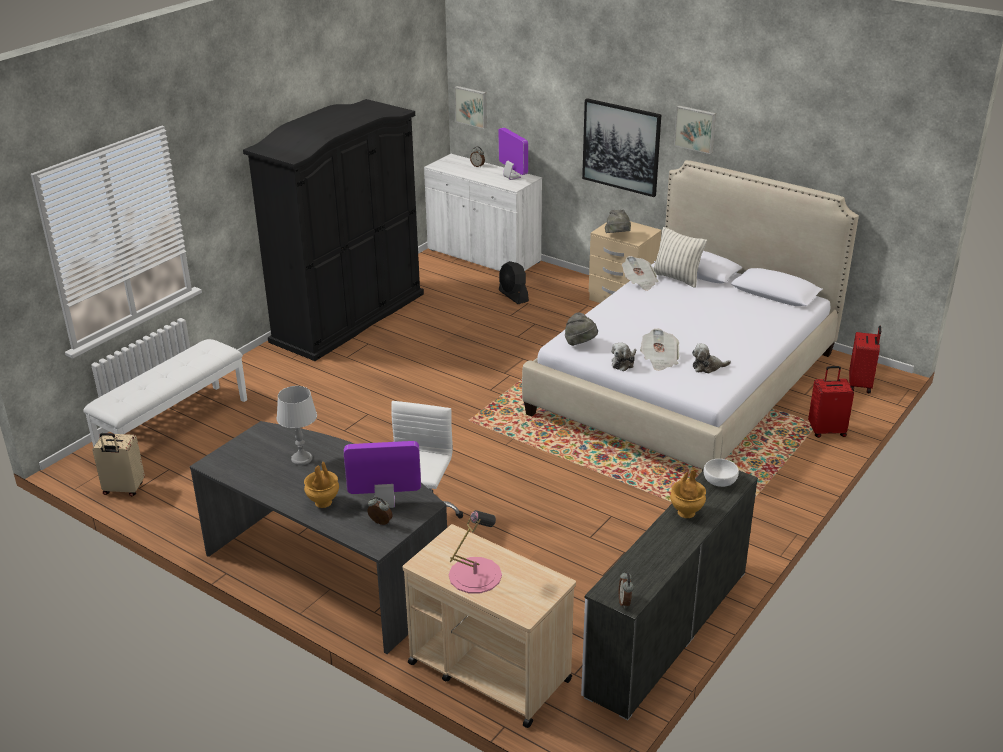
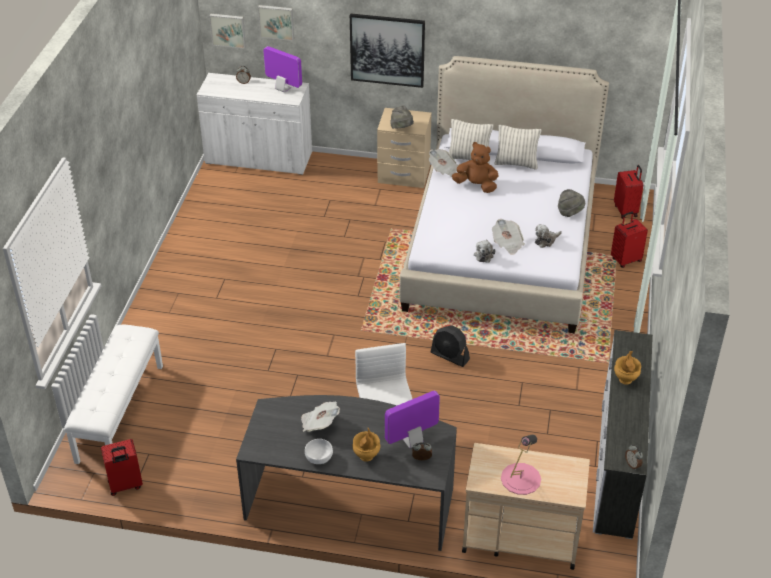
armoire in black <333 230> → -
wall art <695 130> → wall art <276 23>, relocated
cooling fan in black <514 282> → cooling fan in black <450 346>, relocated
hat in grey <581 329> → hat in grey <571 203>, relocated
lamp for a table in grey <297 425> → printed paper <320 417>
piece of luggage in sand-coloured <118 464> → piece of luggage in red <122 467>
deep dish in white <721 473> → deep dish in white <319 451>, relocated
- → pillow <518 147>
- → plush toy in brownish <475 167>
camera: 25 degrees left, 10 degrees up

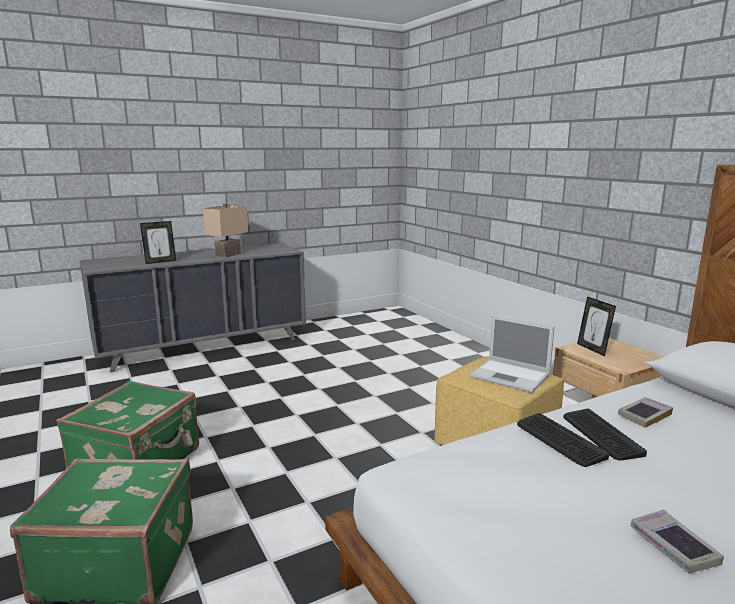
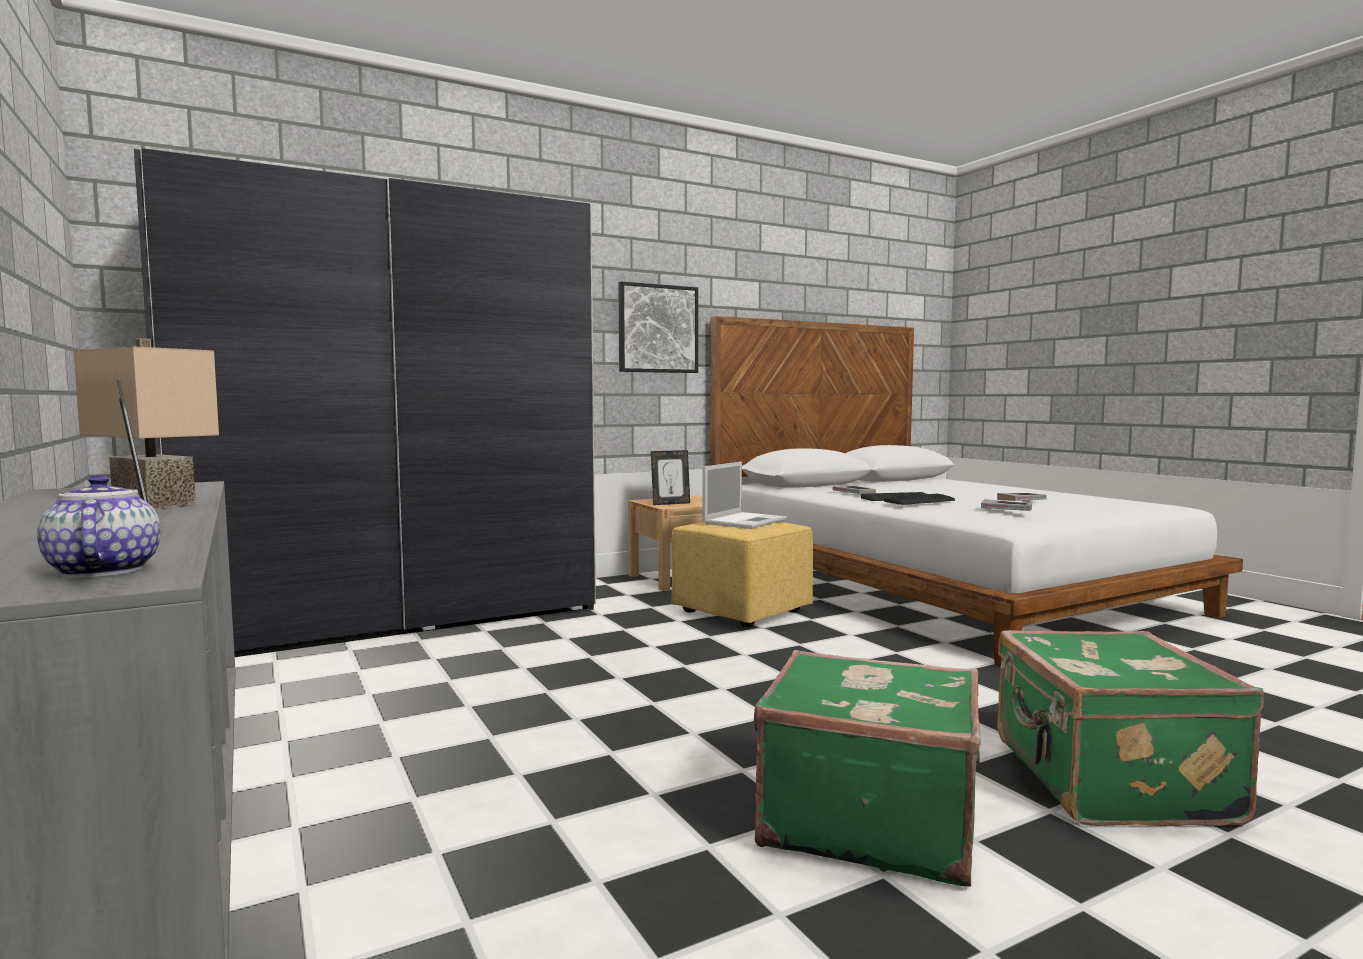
- → armoire in grey <365 402>
- → wall art <658 327>
- → tea pot <98 526>
- → bound book <1006 505>
camera: 90 degrees left, 10 degrees down

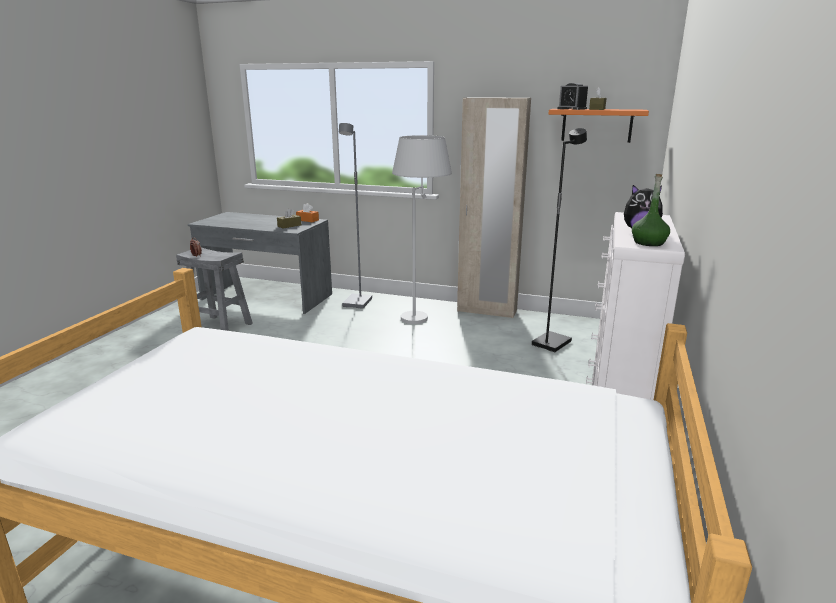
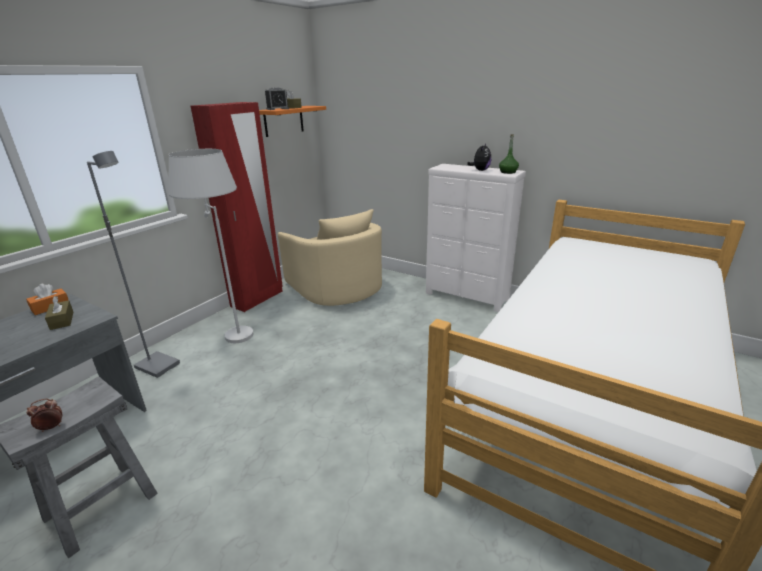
armoire in sand-coloured <494 207> → armoire in red <237 207>
floor lamp in black <559 240> → easy chair in sand-coloured <330 257>
camera: 75 degrees left, 5 degrees up

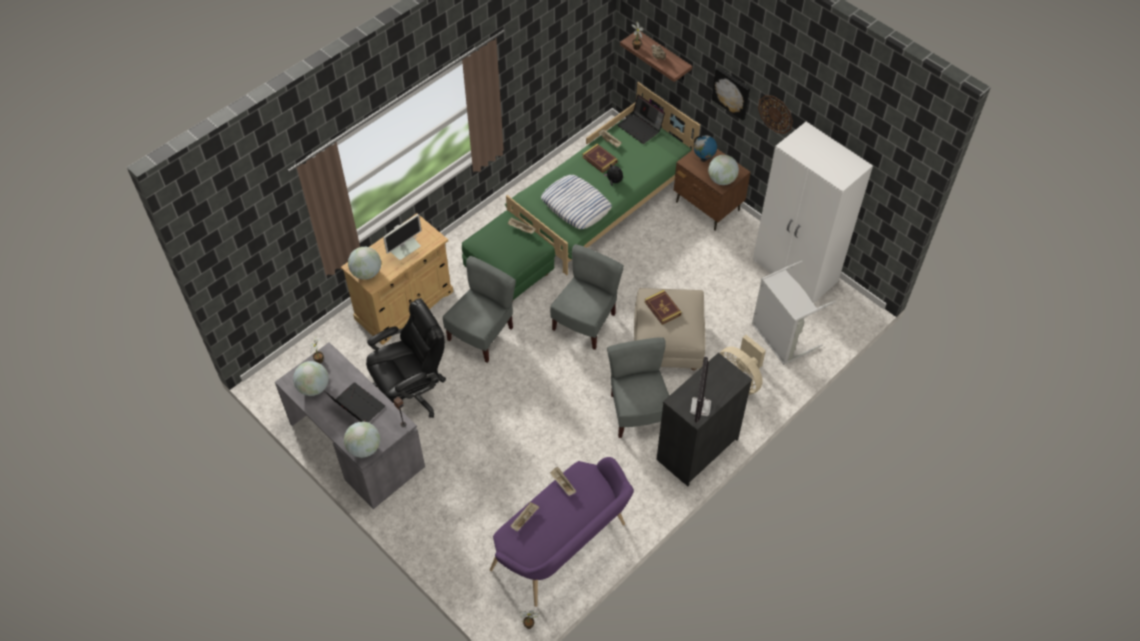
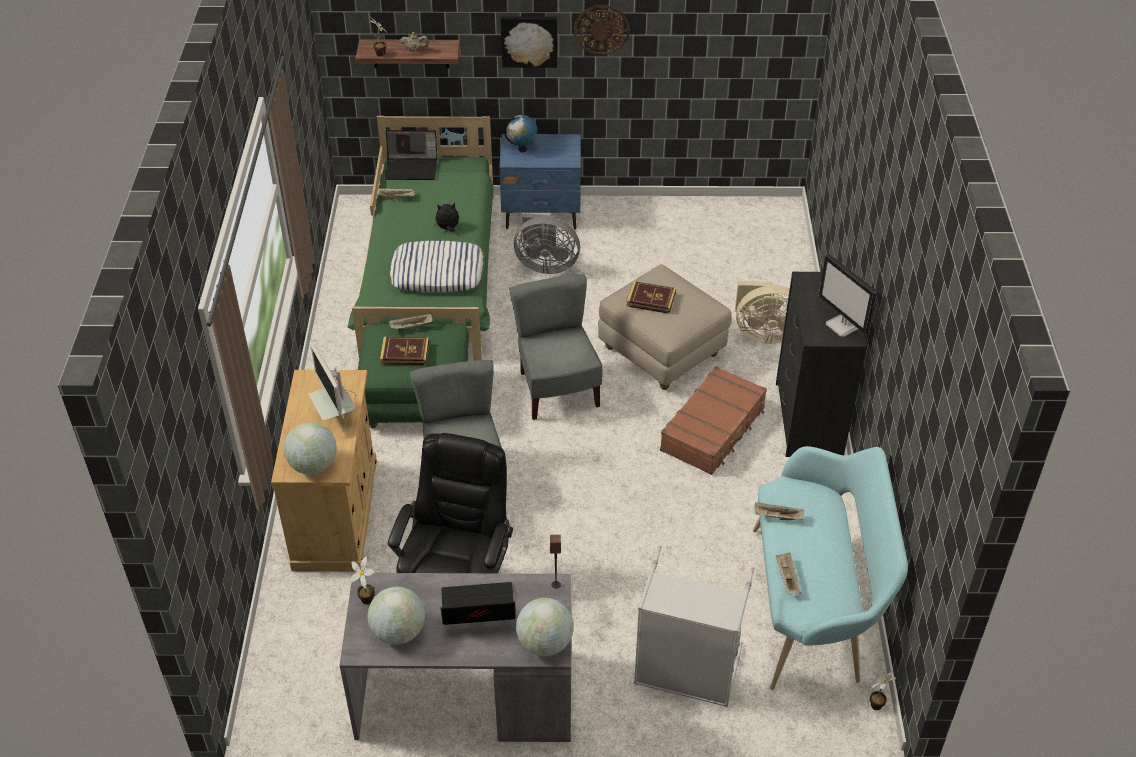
armoire in white <813 213> → -
bound book <600 158> → bound book <404 351>, relocated
bedside table in brownish <712 190> → bedside table in bluish <540 181>
globe <723 170> → -
monitor <402 237> → monitor <332 388>, 150 degrees clockwise
hamper in grey <794 313> → hamper in grey <694 626>, relocated
chair in grey <638 387> → piece of luggage in brownish <713 420>
bench in purplish <562 532> → bench in turquoise-coloured <830 568>
- → cooling fan in grey <547 243>
camera: 45 degrees left, 10 degrees down

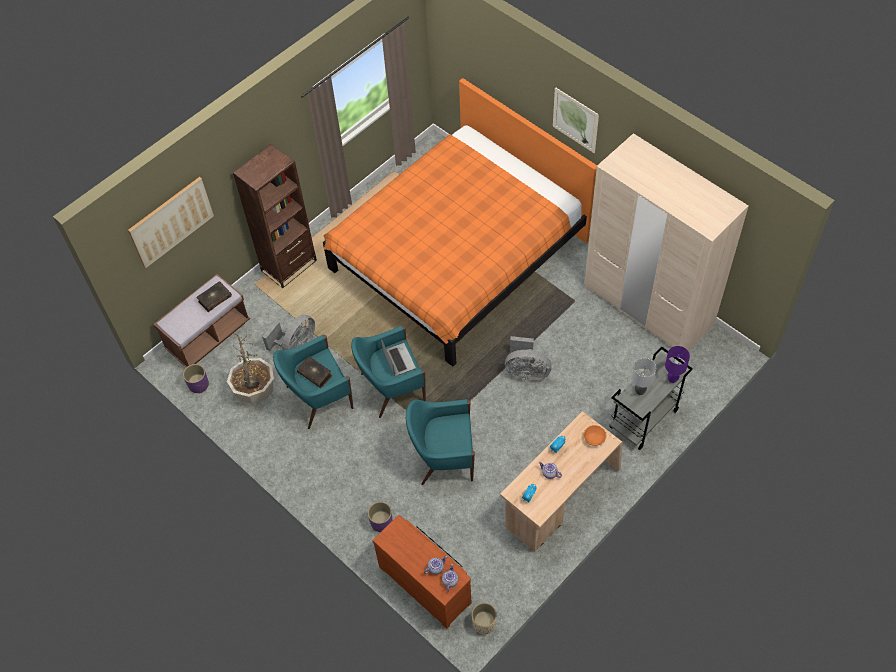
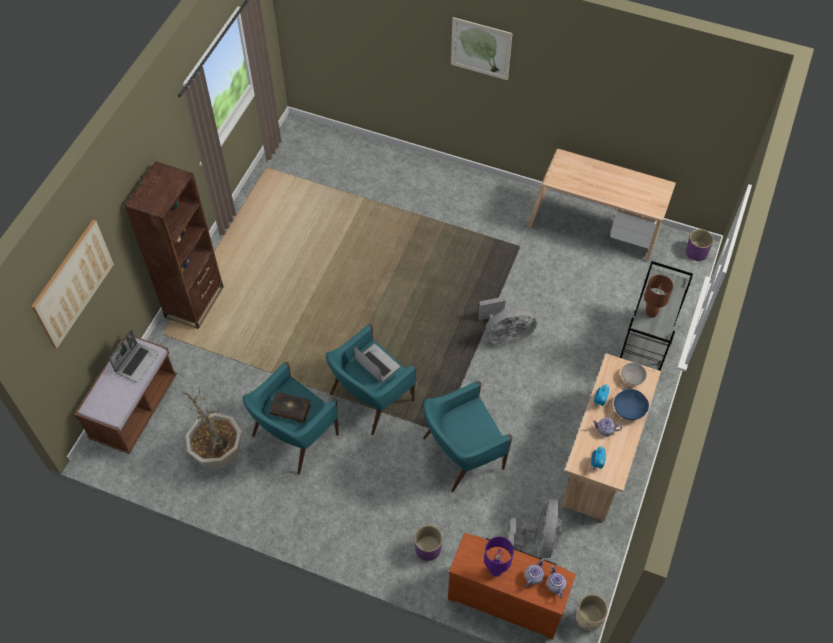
sleeping bed in orange-coloured <460 222> → -
armoire in sand-coloured <666 242> → desk table in sand-coloured <601 205>
bound book <214 296> → portable computer <134 355>
cooling fan in grey <288 333> → cooling fan in grey <535 528>, relocated
lamp for a table in purplish <677 364> → lamp for a table in purplish <499 557>, relocated
lamp for a table in grey <644 376> → lamp for a table in brownish <658 296>
flower pot in purplish <196 378> → flower pot in purplish <700 245>, relocated
deep dish in orange-coloured <595 435> → deep dish in grey <634 374>
- → deep dish in bluish <631 404>
camera: 25 degrees left, 0 degrees up

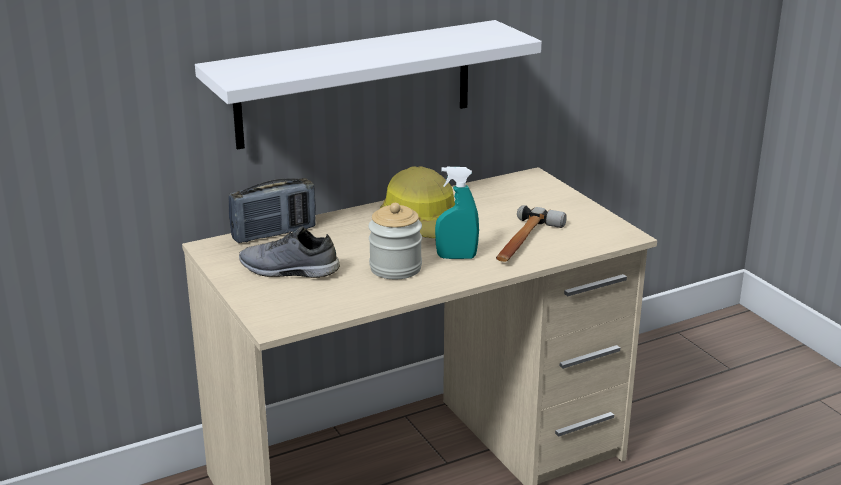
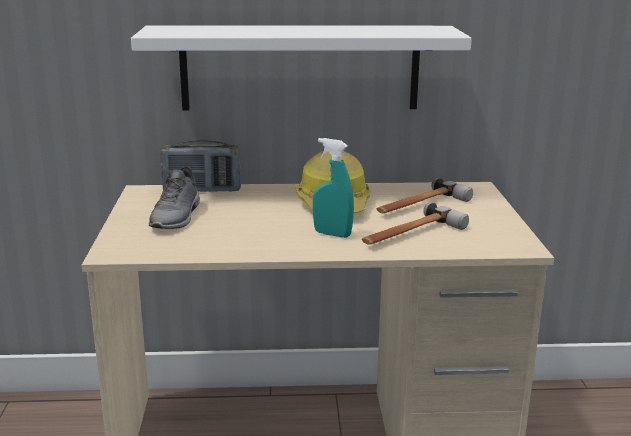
preserve jar <395 241> → -
item of footwear in grey <289 252> → item of footwear in grey <174 198>, 120 degrees counterclockwise
- → tool hammer <425 195>
camera: 25 degrees right, 5 degrees down

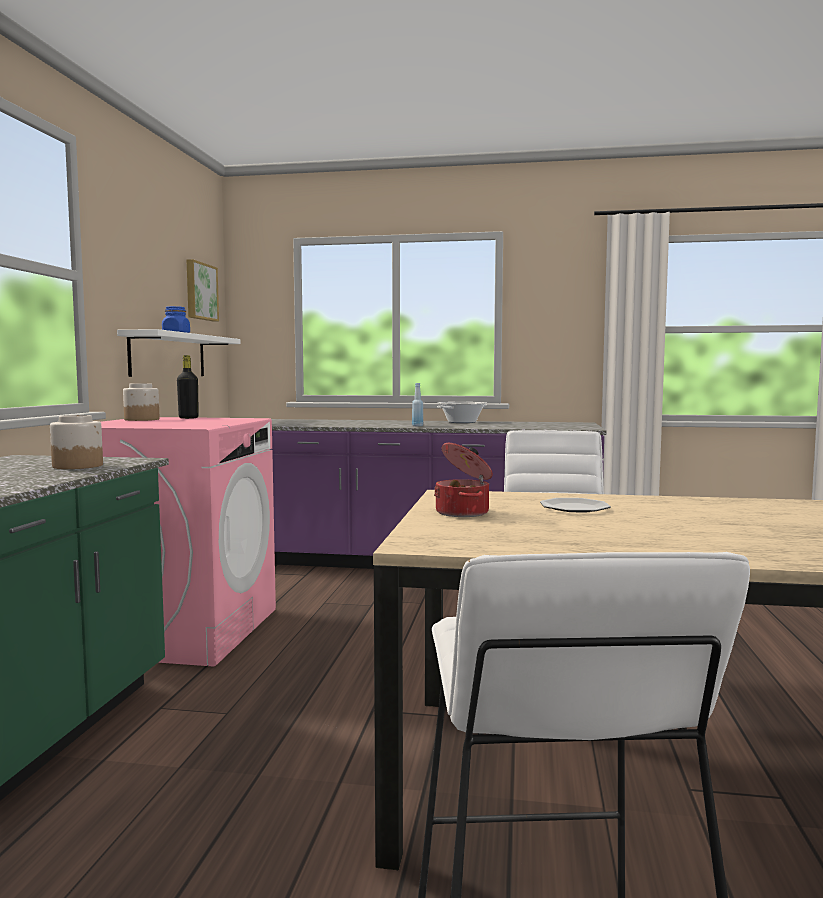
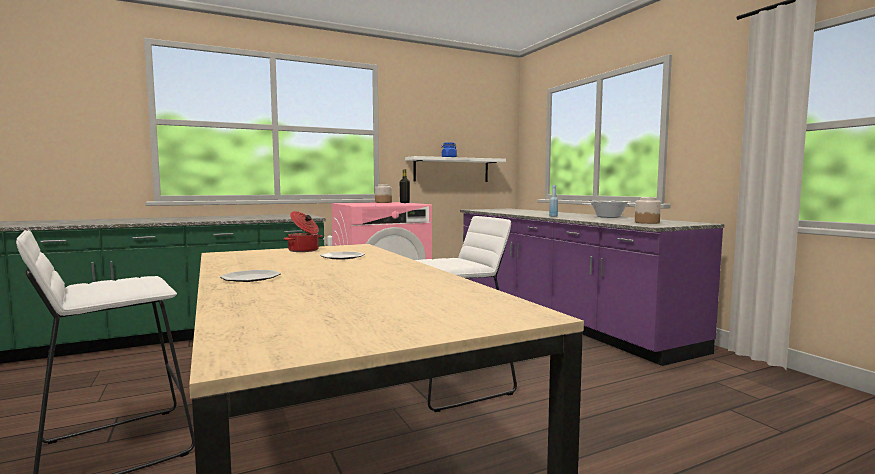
wall art <202 290> → -
preserve jar <76 442> → preserve jar <648 210>, relocated
- → plate <250 276>
camera: 55 degrees right, 0 degrees up

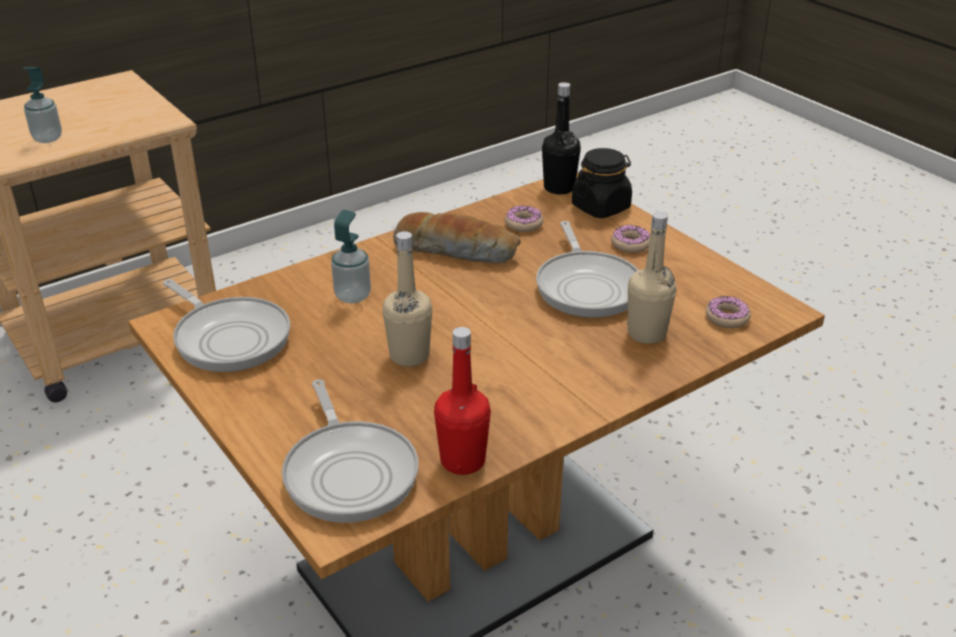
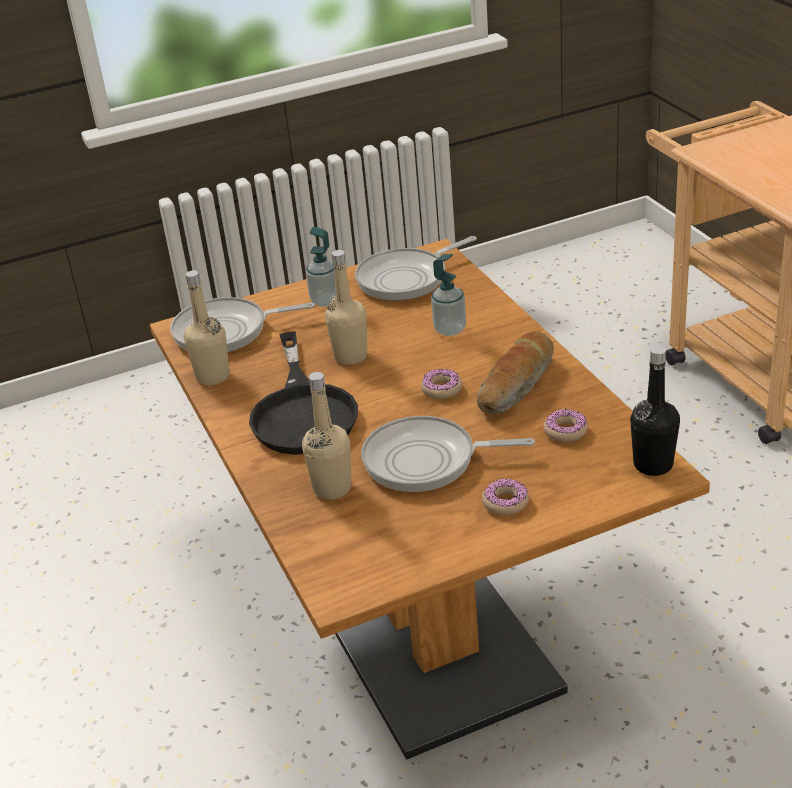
soap dispenser <42 105> → soap dispenser <321 267>, relocated
preserve jar in black <602 183> → -
doughnut <728 312> → doughnut <441 384>, relocated
bottle in red <462 401> → bottle in sand-coloured <206 327>
- → frying pan in black <303 393>
camera: 105 degrees right, 0 degrees up

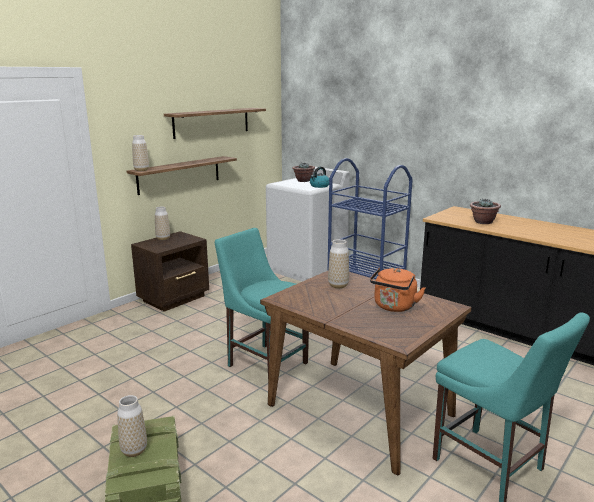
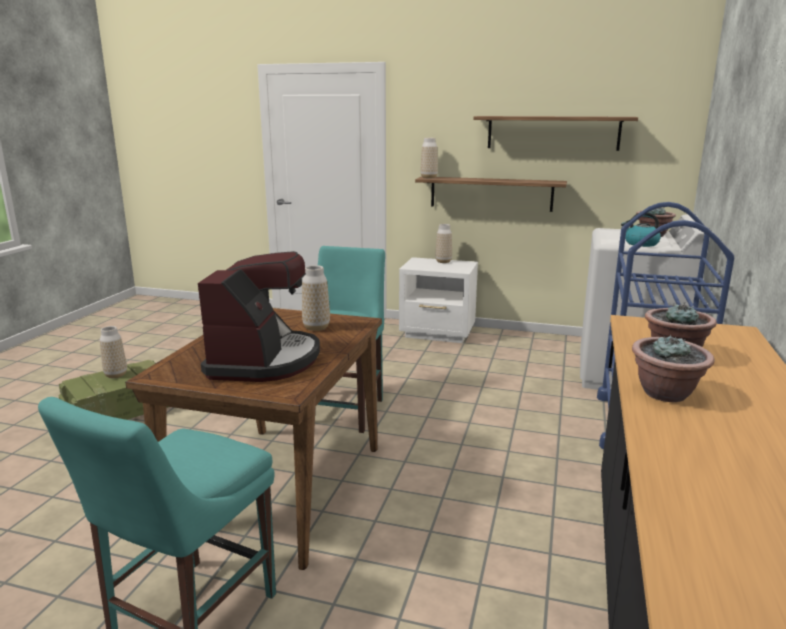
bedside table in brownish <170 271> → bedside table in white <438 300>
kettle in orange-coloured <397 290> → coffee brewer <259 316>
- → plant in a pot <673 368>
camera: 65 degrees right, 0 degrees up

